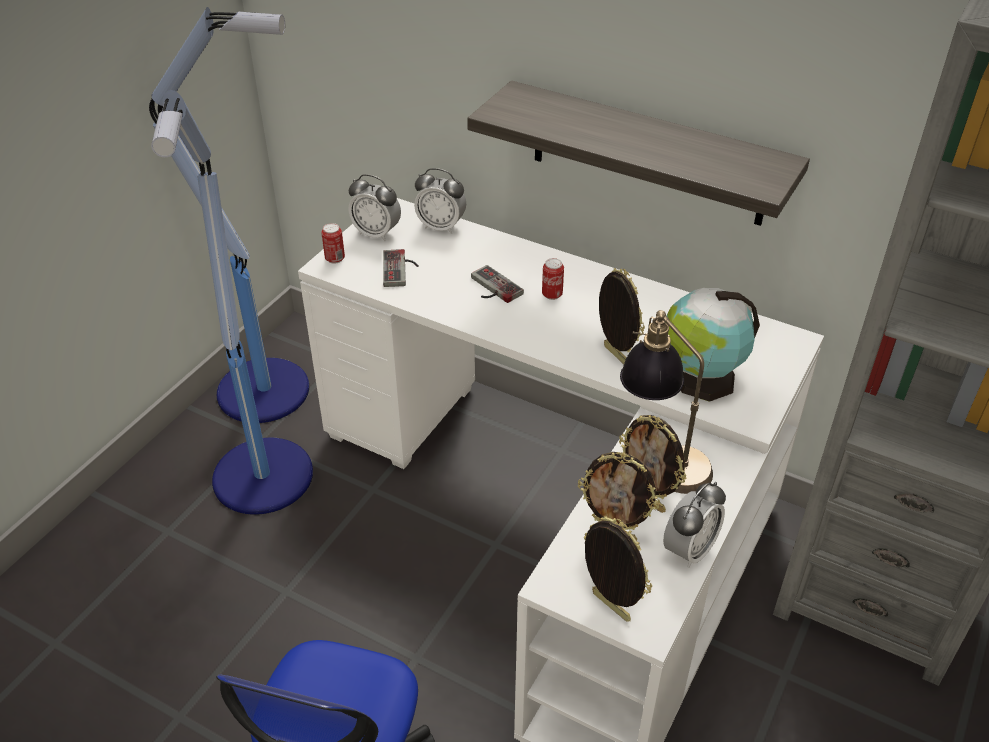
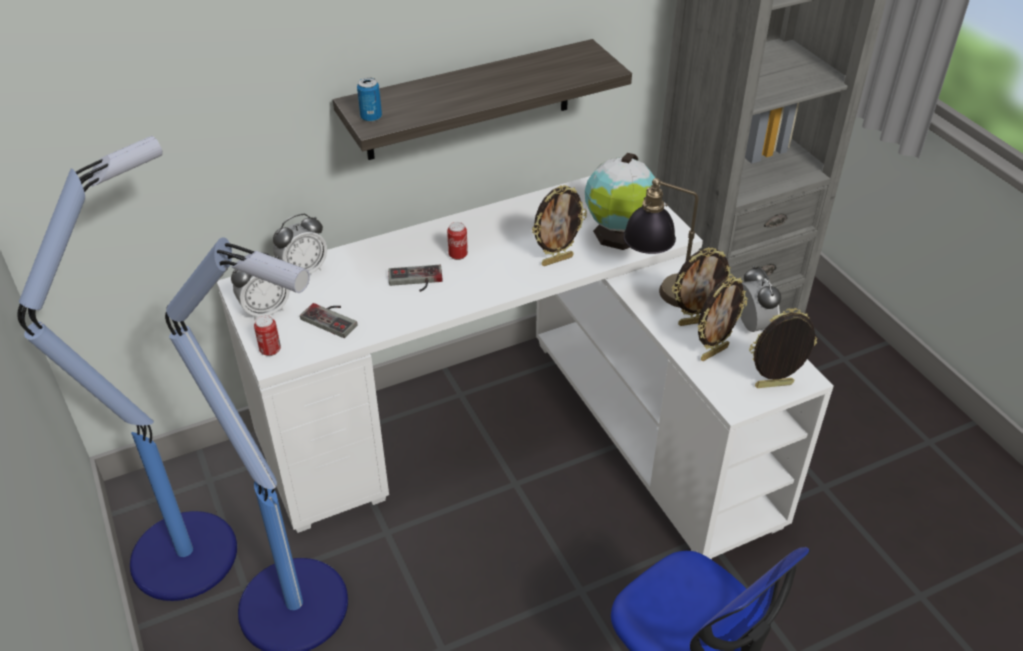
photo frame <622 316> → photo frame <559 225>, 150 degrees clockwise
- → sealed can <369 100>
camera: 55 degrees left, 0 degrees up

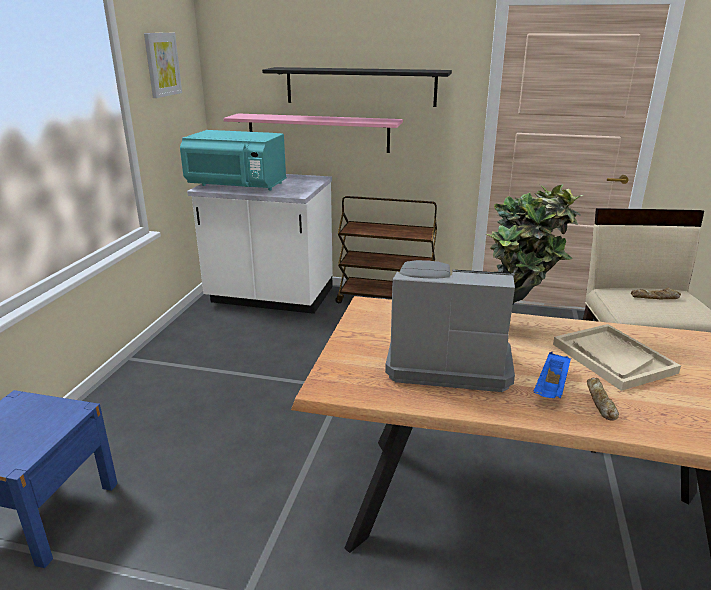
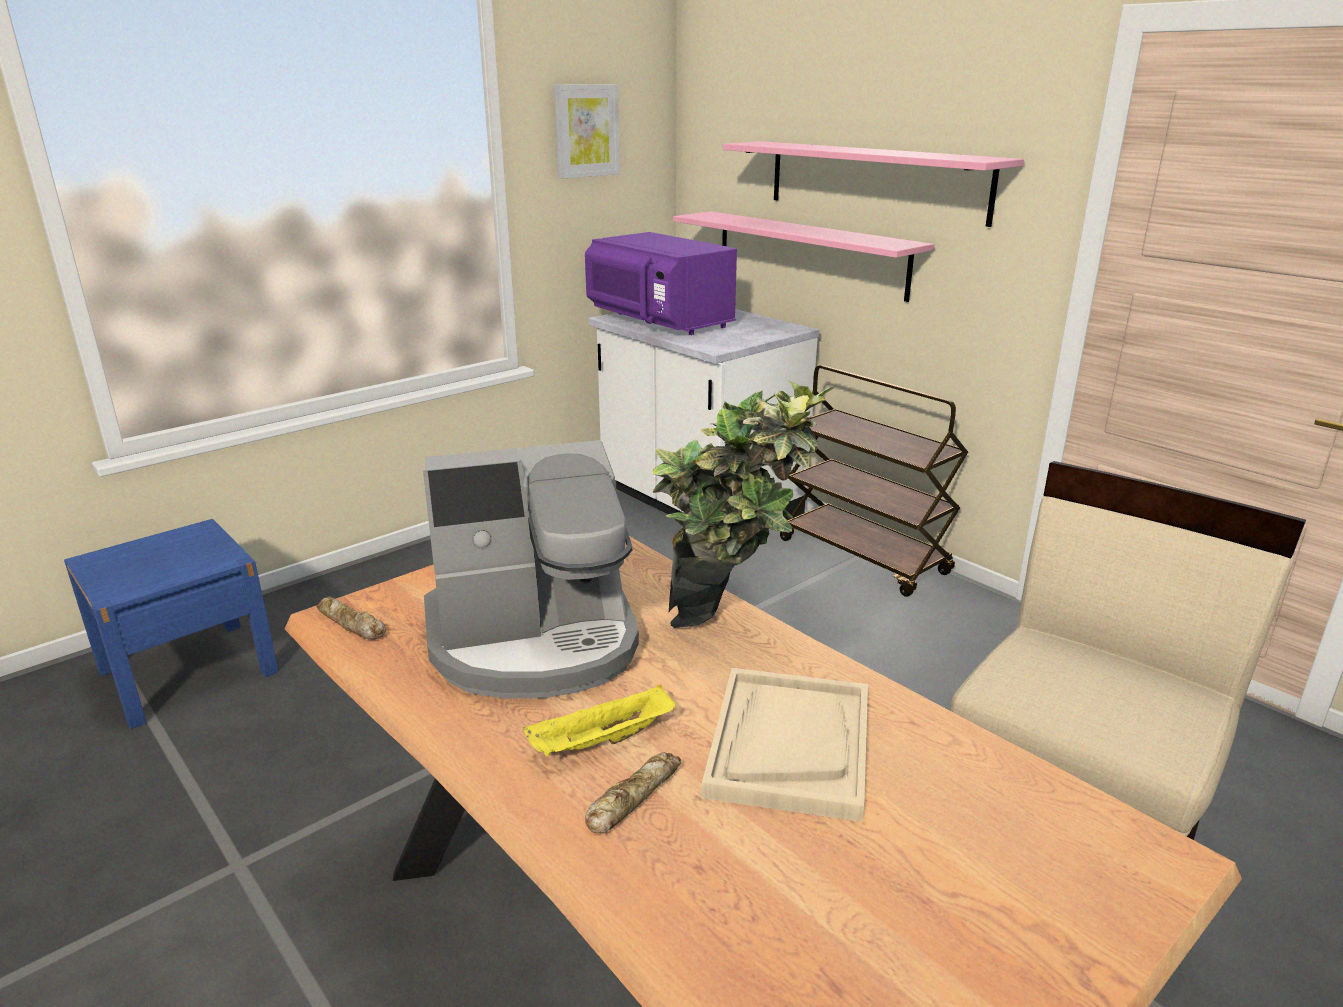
shelf in black <357 87> → shelf in pink <873 184>
microwave in turquoise-coloured <233 160> → microwave in purplish <661 283>
coffee brewer <450 326> → coffee brewer <531 569>, 120 degrees clockwise
baked bread <656 293> → baked bread <351 618>, relocated
serving tray in bluish <552 375> → serving tray in yellow-coloured <599 720>
camera: 35 degrees right, 0 degrees up

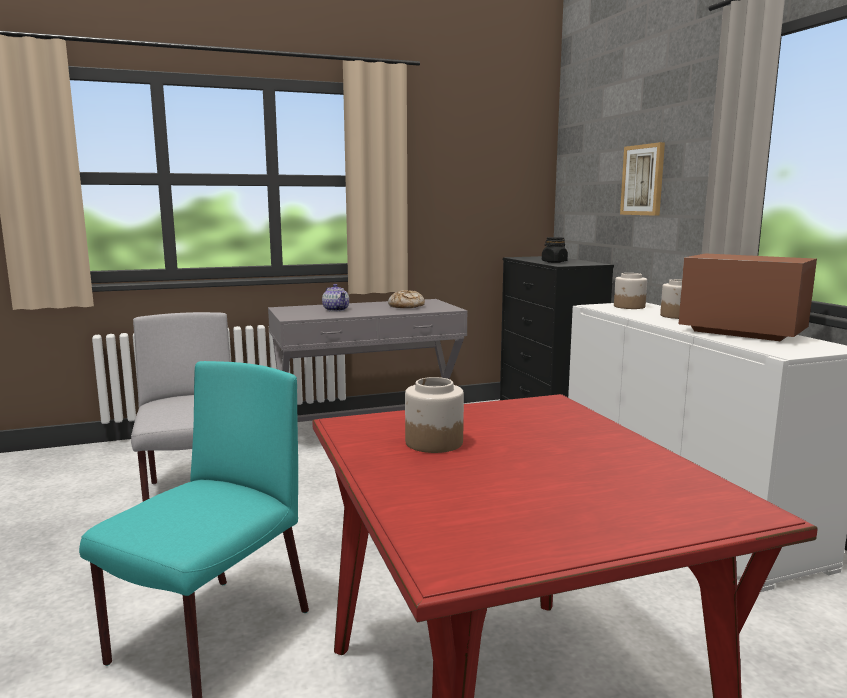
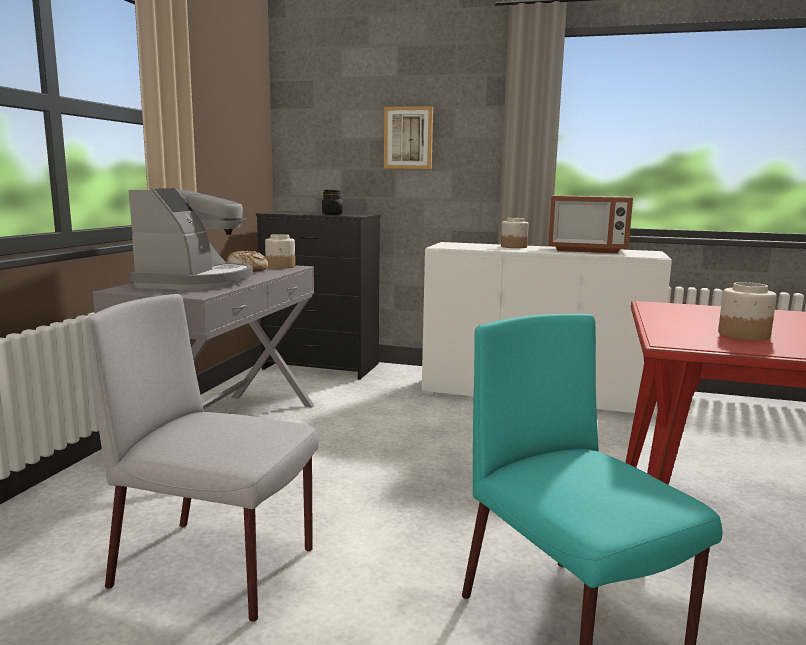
microwave <748 297> → microwave <590 224>, 150 degrees counterclockwise
preserve jar <630 291> → preserve jar <280 251>, relocated
tea pot <335 298> → coffee brewer <190 239>
camera: 55 degrees left, 0 degrees up

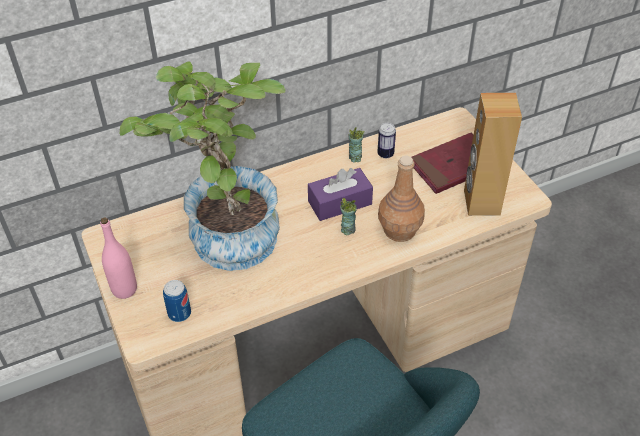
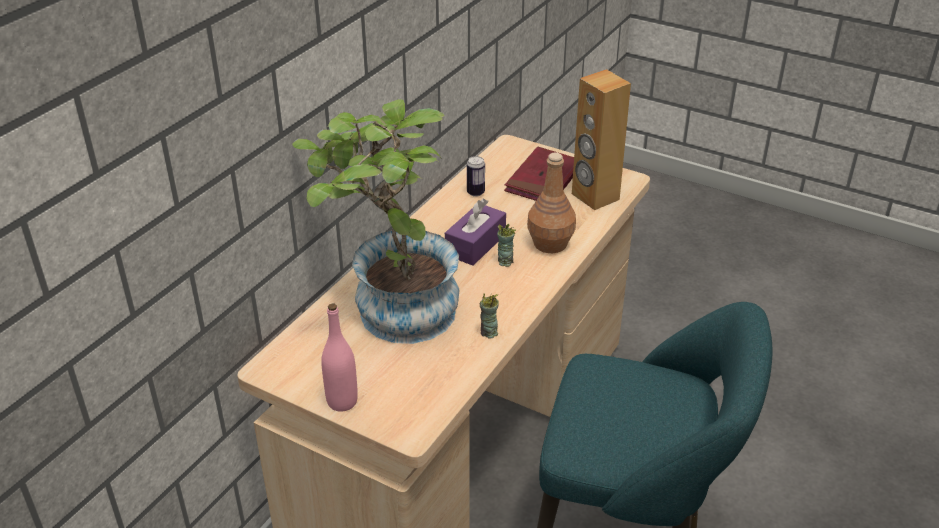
drinking cup <356 145> → drinking cup <489 316>, relocated
sealed can <177 301> → -
camera: 35 degrees left, 10 degrees down

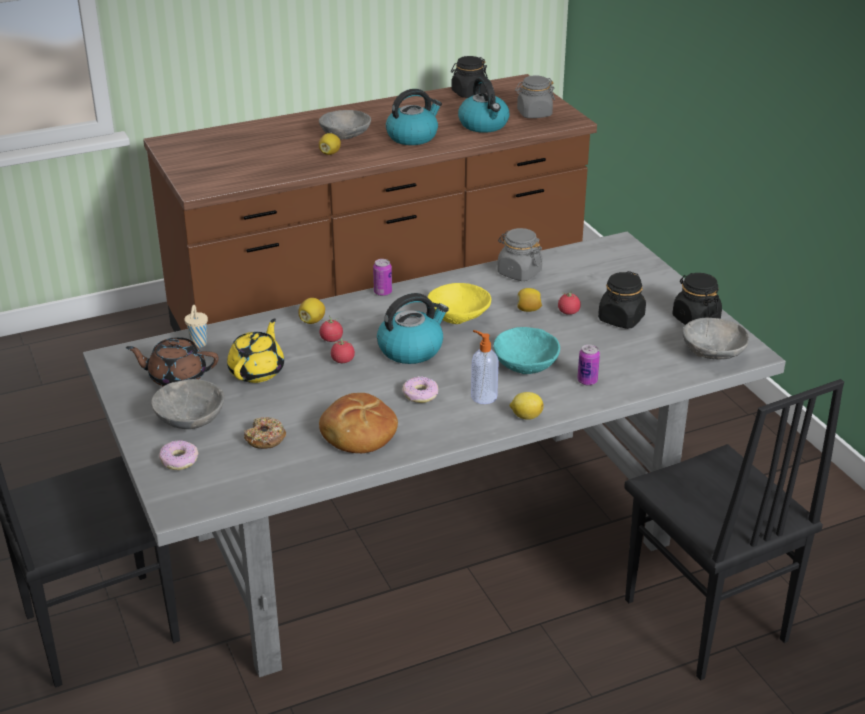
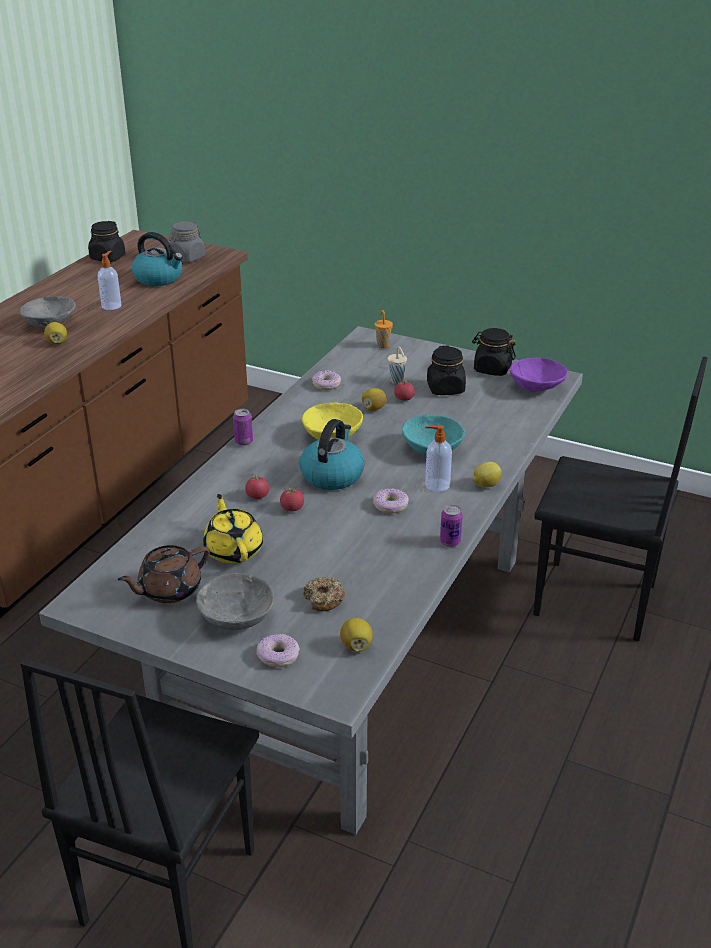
kettle <414 117> → soap dispenser <109 280>
preserve jar in grey <520 254> → doughnut <326 380>
whole lemon <311 311> → whole lemon <356 635>, relocated
drinking cup in sand-coloured <196 326> → drinking cup in sand-coloured <397 365>, relocated
deep dish in grey <716 339> → deep dish in purplish <539 375>
sealed can <588 364> → sealed can <451 526>, relocated
baked bread <358 423> → -
- → drinking cup in orange-coloured <383 329>
camera: 40 degrees left, 0 degrees up

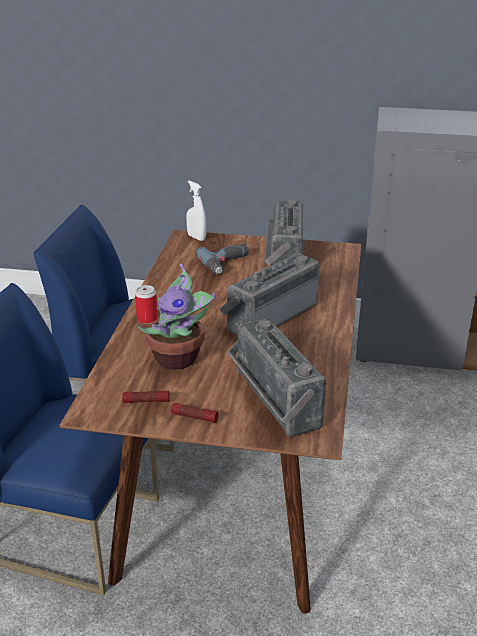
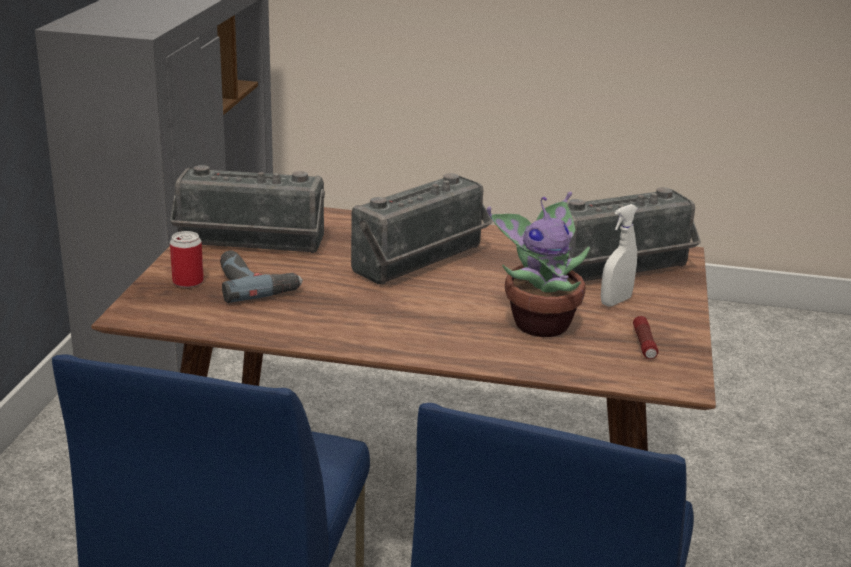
sprayer in white <196 211> → sprayer in white <619 255>, relocated
radio <269 294> → radio <422 228>, 90 degrees counterclockwise
sealed can <146 304> → sealed can <187 259>, relocated
torch <195 413> → -
camera: 90 degrees left, 5 degrees down

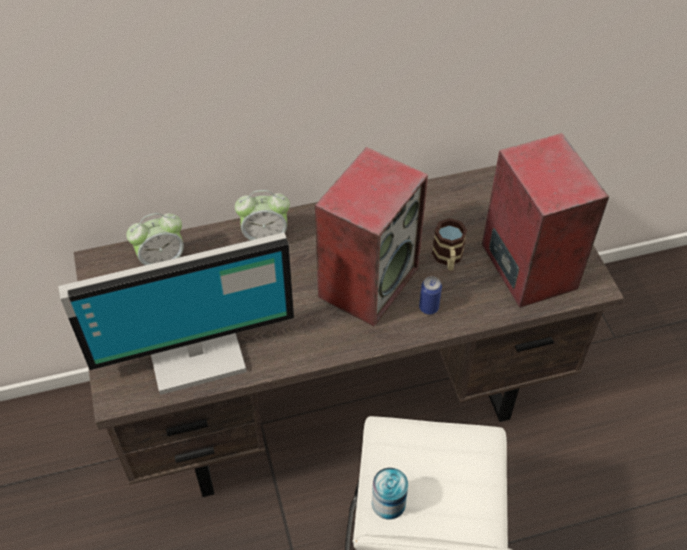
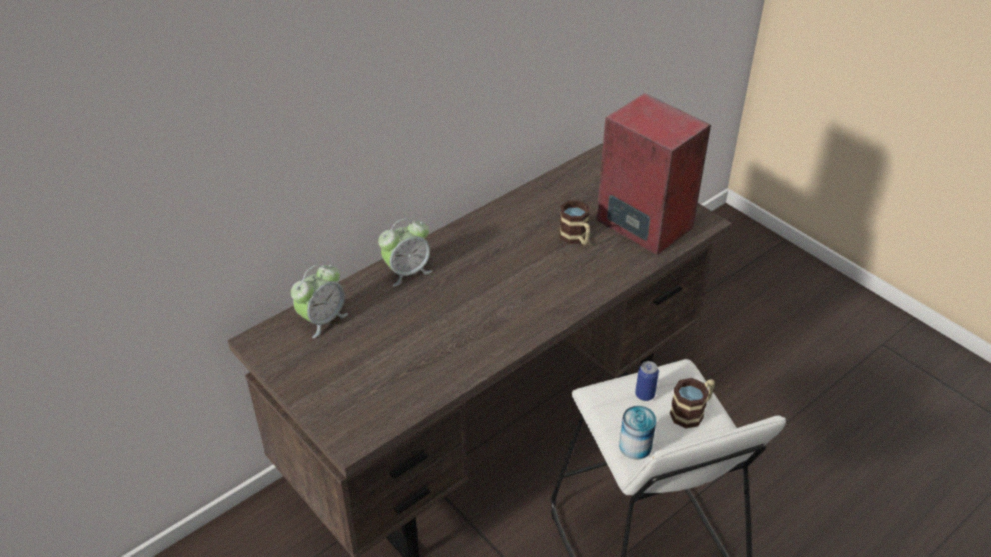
loudspeaker <371 237> → -
monitor <176 314> → -
sealed can <430 295> → sealed can <647 381>, relocated
- → coffee mug <692 403>
camera: 25 degrees left, 10 degrees down

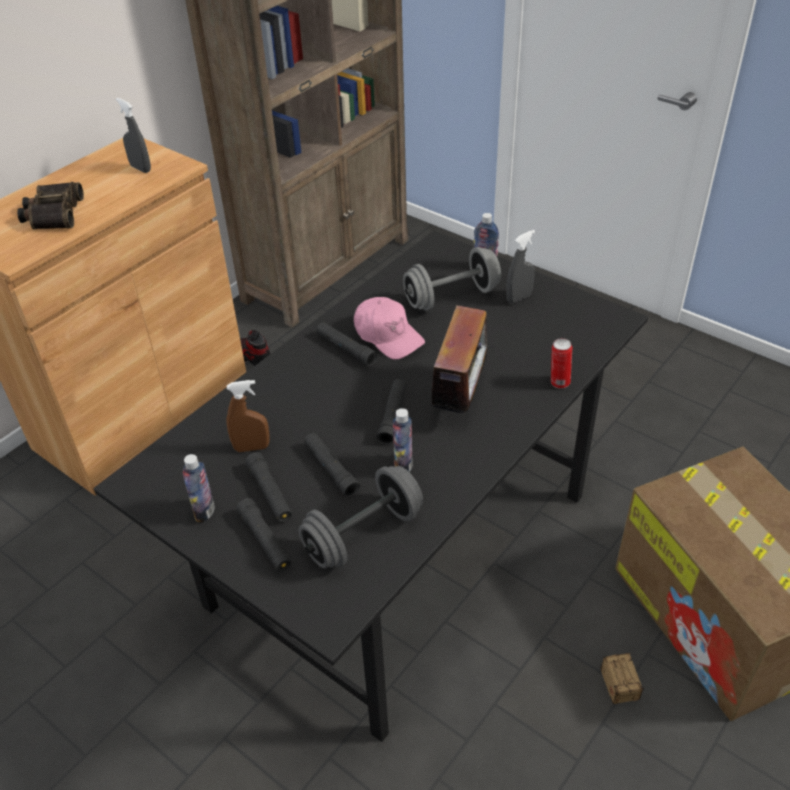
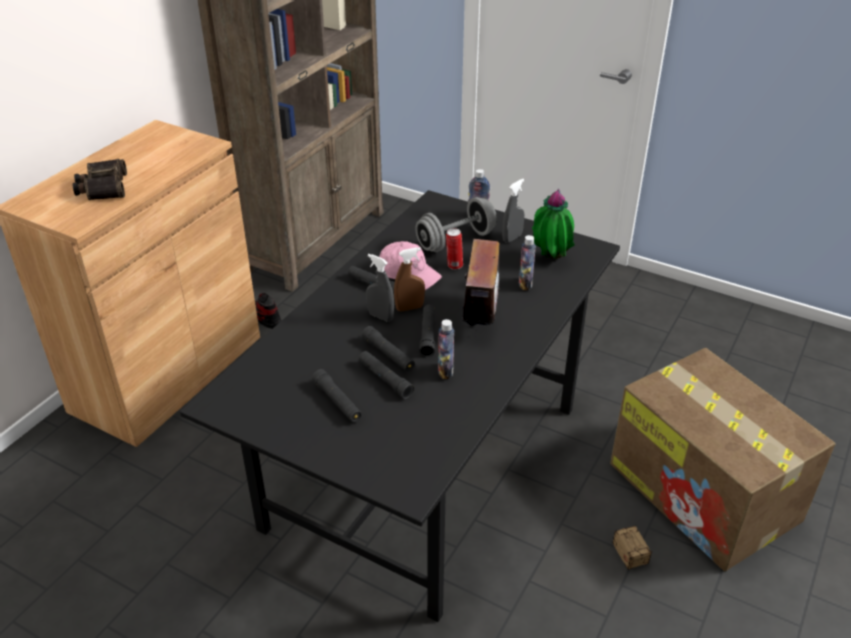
sprayer in grey <133 135> → sprayer in grey <380 287>, relocated
sealed can <561 363> → sealed can <454 249>, relocated
sprayer in brownish <248 416> → sprayer in brownish <409 279>, relocated
bottle <199 488> → bottle <527 262>, relocated
hand weight in grey <361 517> → -
torch in black <264 535> → torch in black <388 349>, relocated
- → plant in a pot <553 224>
camera: 10 degrees left, 5 degrees down

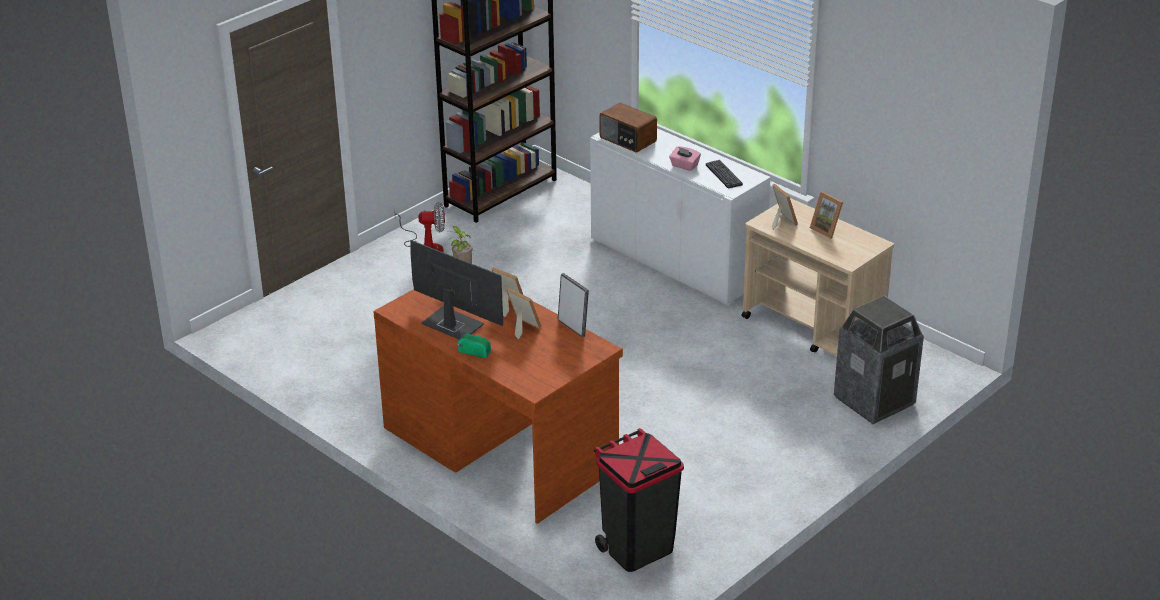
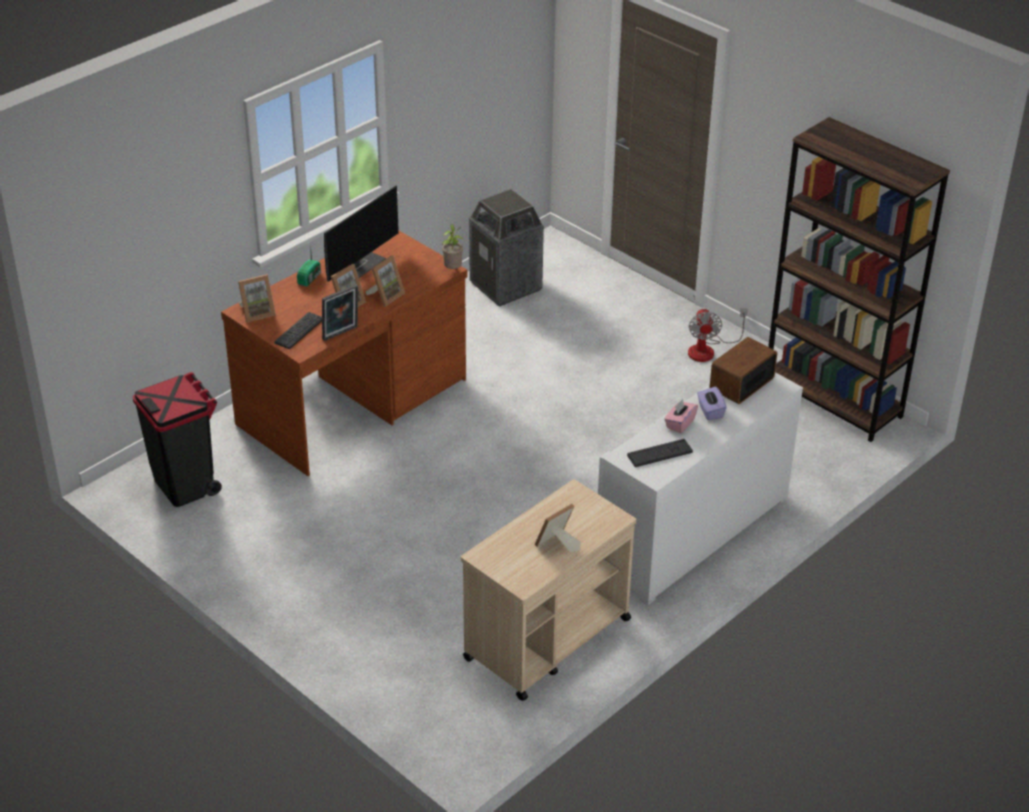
photo frame <785 206> → photo frame <257 298>, relocated
trash can <879 359> → trash can <506 248>, relocated
- → computer keyboard <298 330>
- → tissue box in purplish <712 403>
camera: 90 degrees right, 5 degrees up

